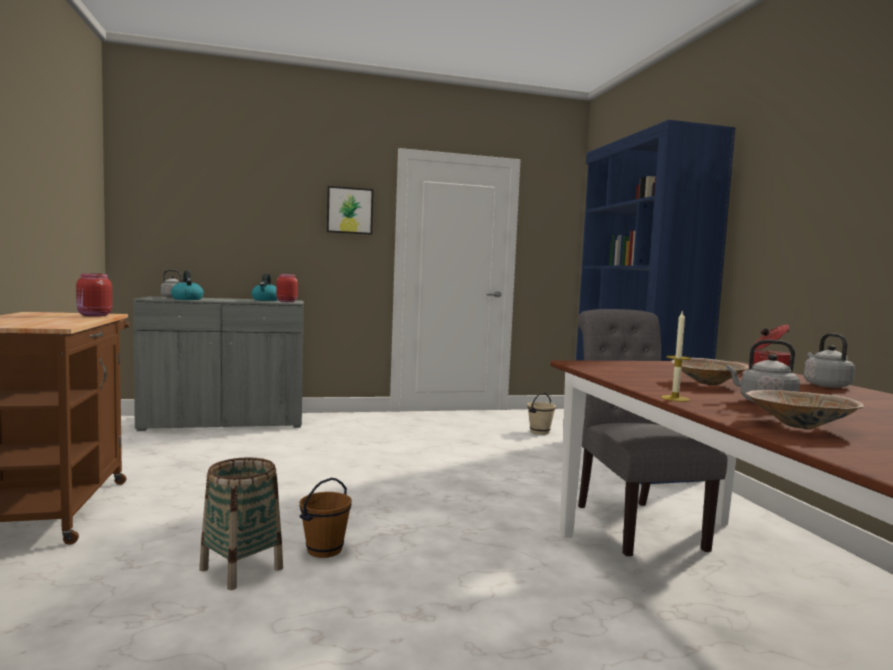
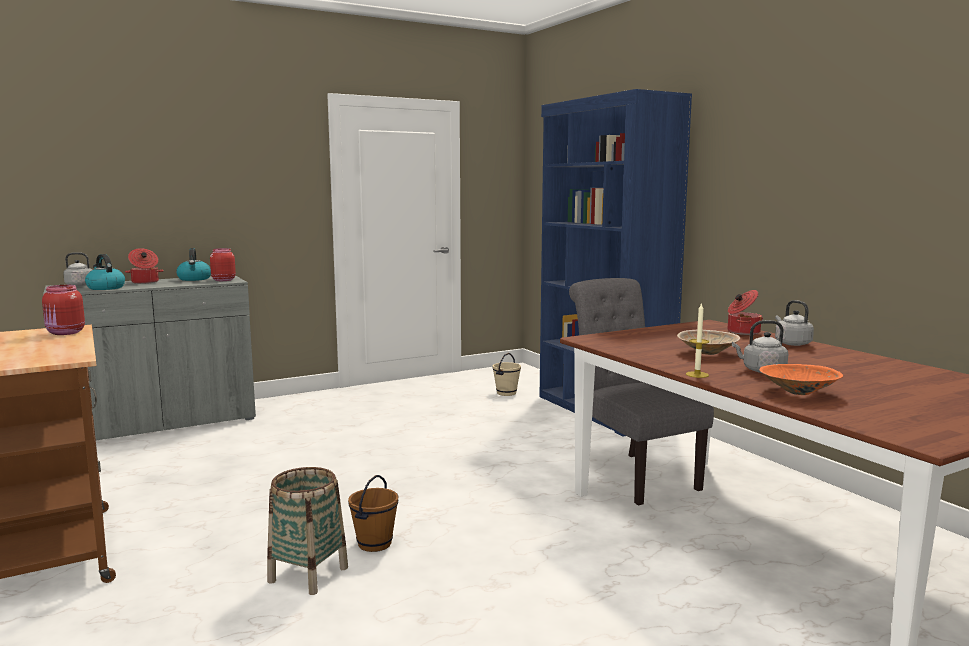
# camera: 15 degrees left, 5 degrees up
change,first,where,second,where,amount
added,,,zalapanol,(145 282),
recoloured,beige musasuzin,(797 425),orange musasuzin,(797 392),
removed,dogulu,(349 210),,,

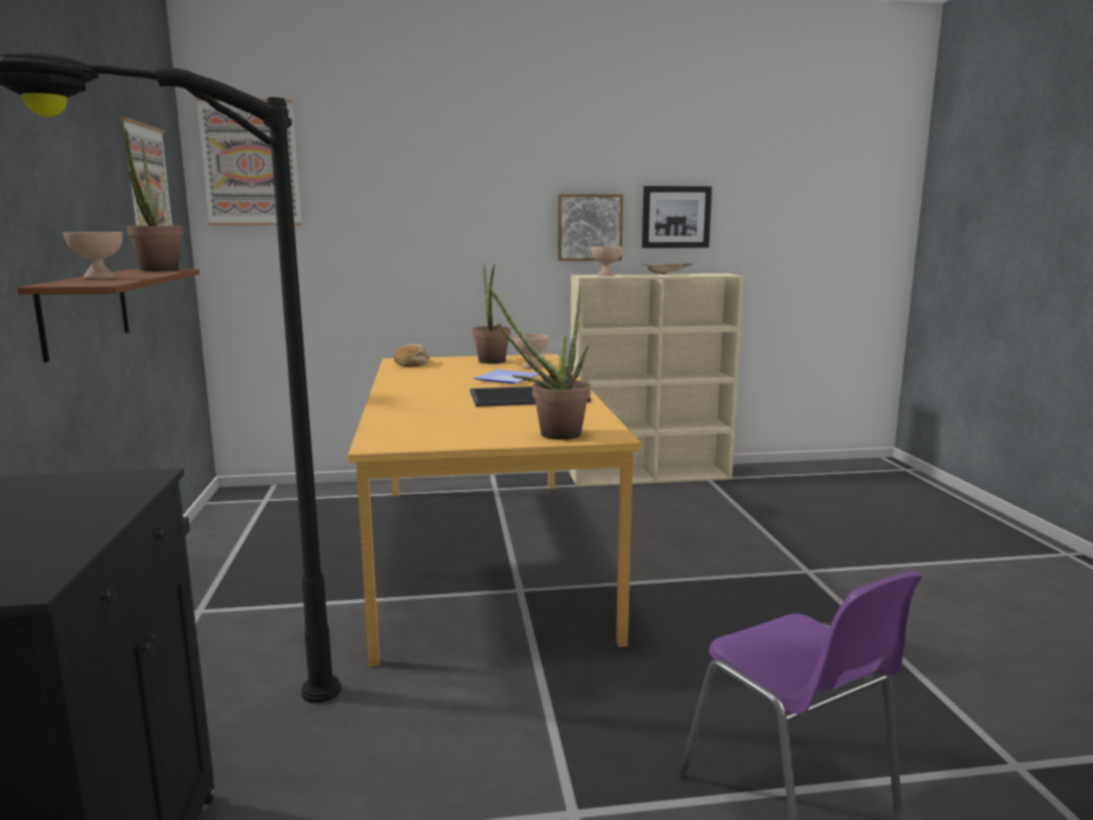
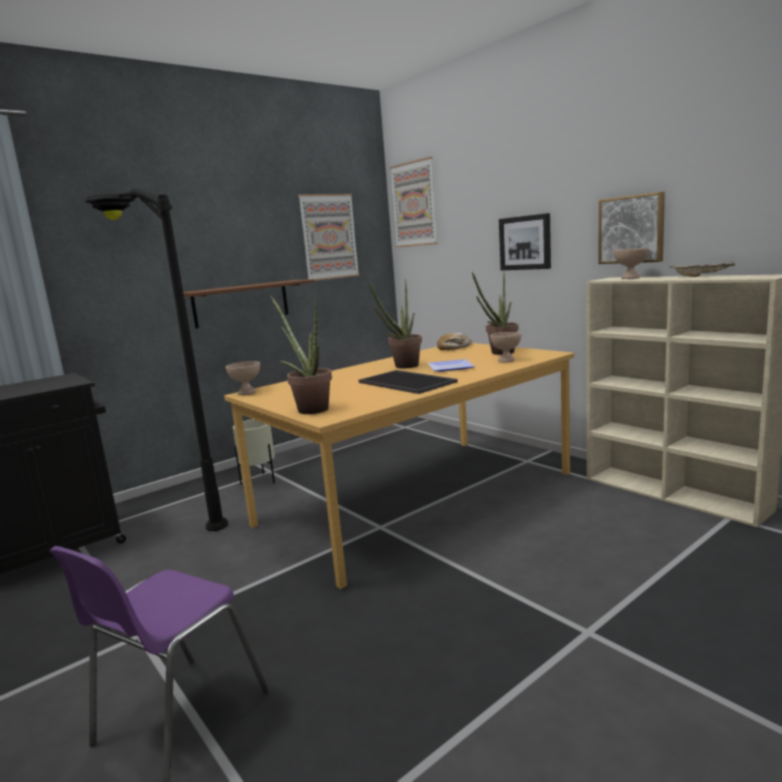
# camera: 60 degrees right, 0 degrees up
change,first,where,second,where,amount
moved,beige musasuzin,(100 277),,(247 393),
added,,,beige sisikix,(259 481),
moved,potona,(157 270),,(402 367),
moved,dogulu,(675 217),,(525 243),

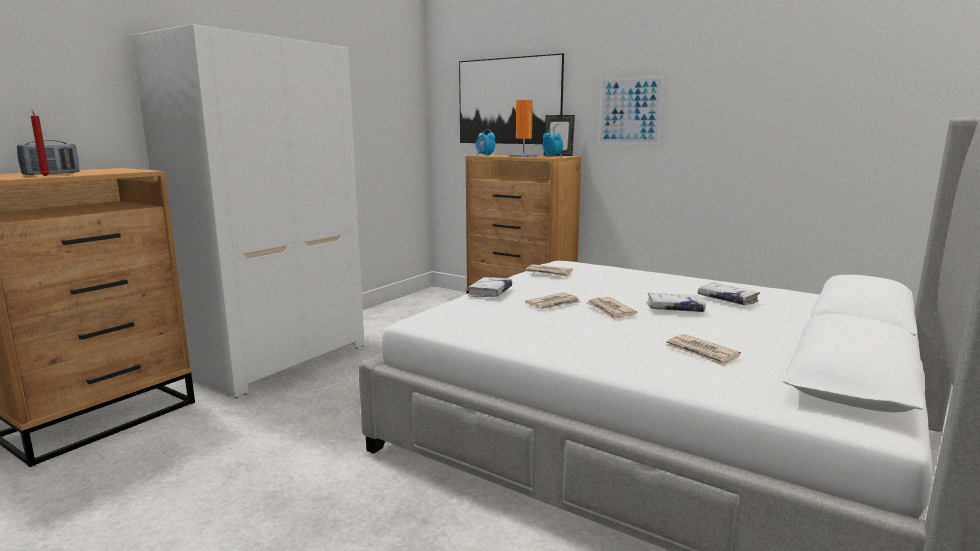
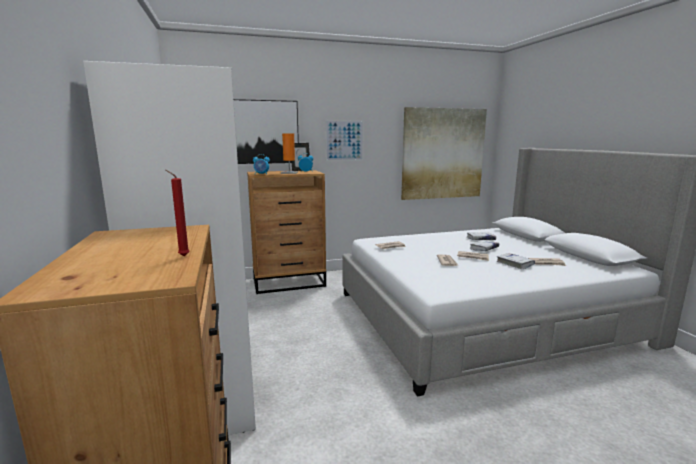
# camera: 50 degrees left, 0 degrees up
change,first,where,second,where,amount
added,,,dogulu,(442 154),
moved,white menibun,(490 292),,(515 264),
removed,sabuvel,(51 174),,,

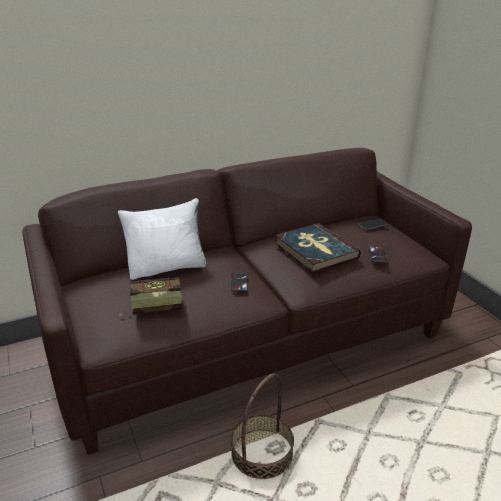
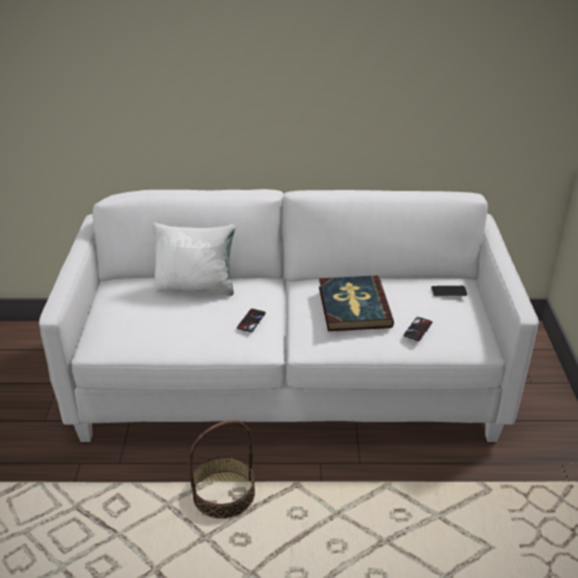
# camera: 25 degrees right, 5 degrees up
change,first,where,second,where,amount
recoloured,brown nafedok,(250 338),white nafedok,(290 380),
removed,menibun,(151 307),,,

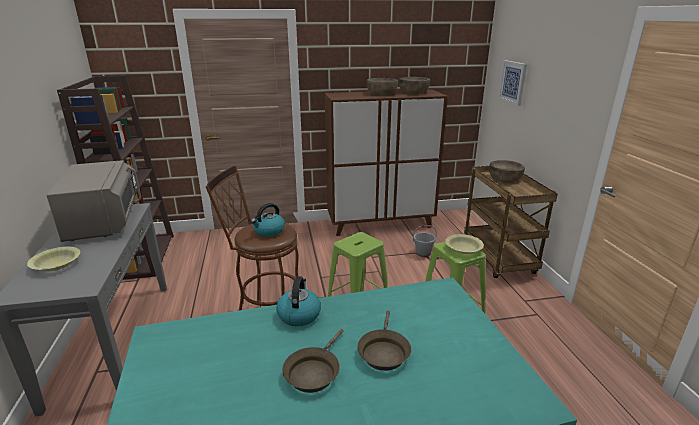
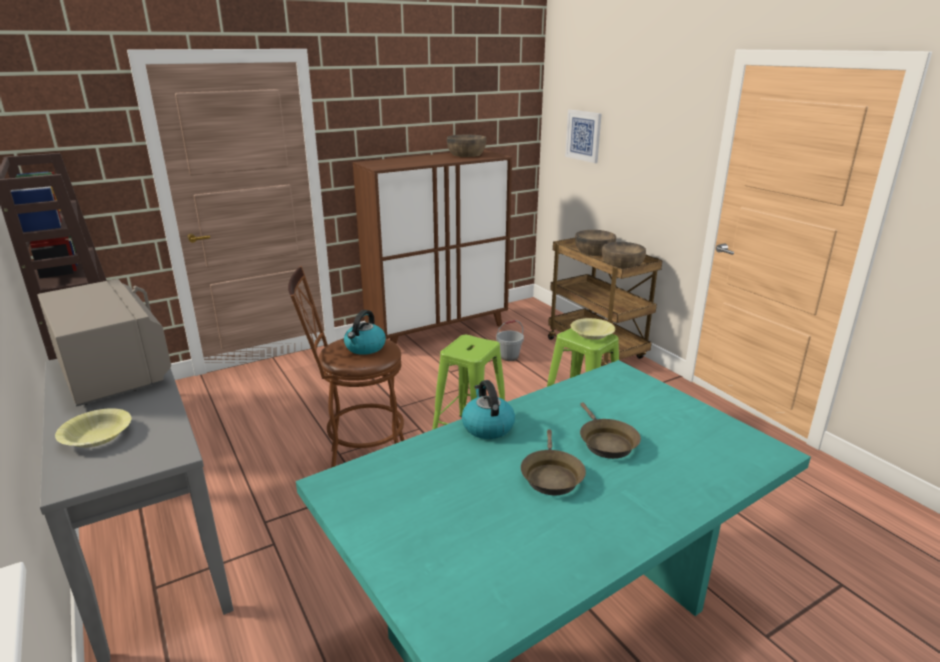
# camera: 20 degrees left, 0 degrees up
change,first,where,second,where,amount
moved,brown musasuzin,(381 93),,(622 265),

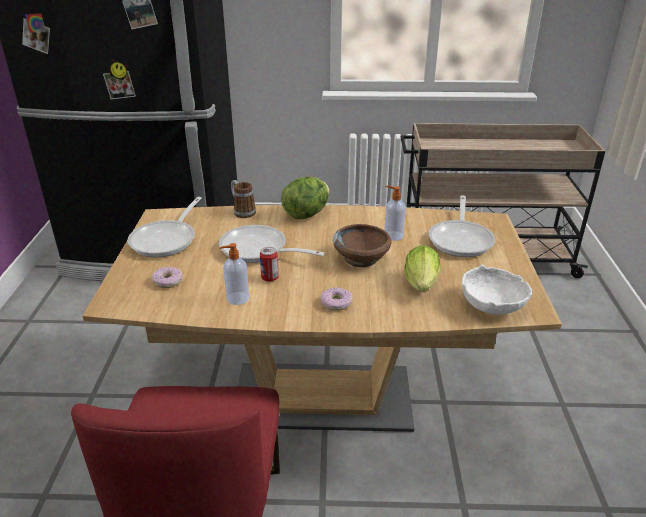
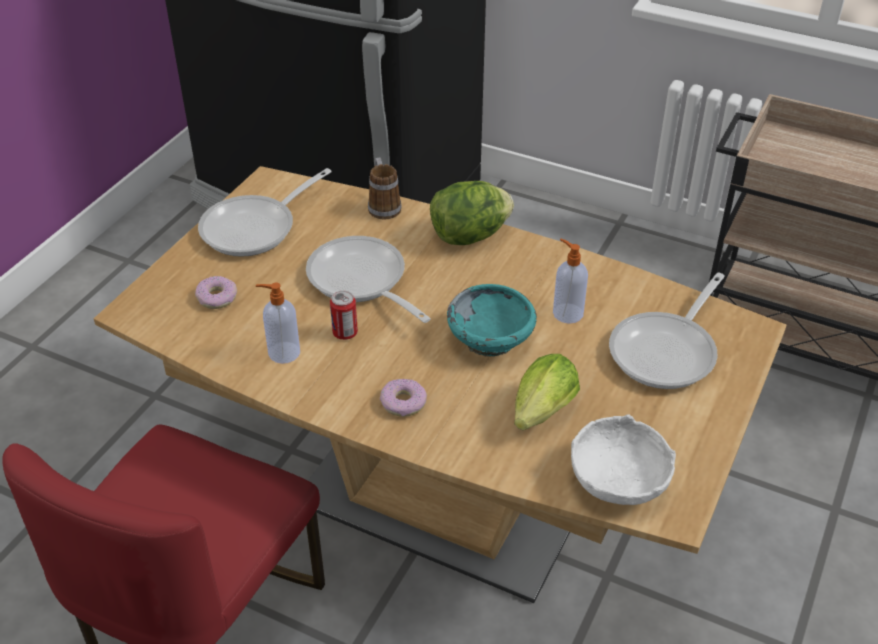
# camera: 25 degrees right, 10 degrees up
change,first,where,second,where,amount
recoloured,brown musasuzin,(361 259),turquoise musasuzin,(490 340),

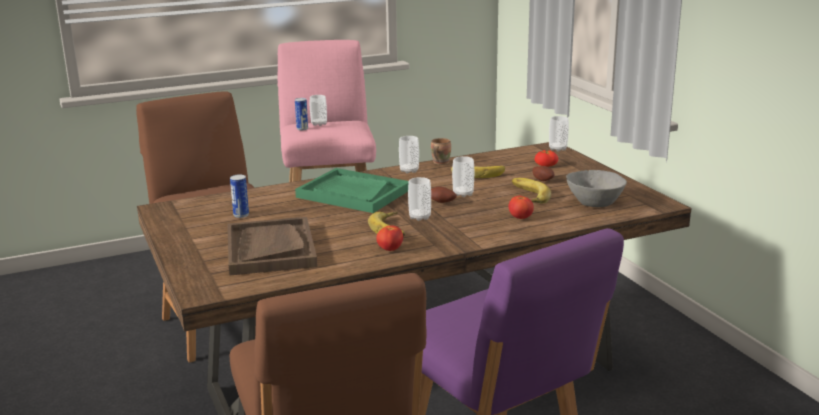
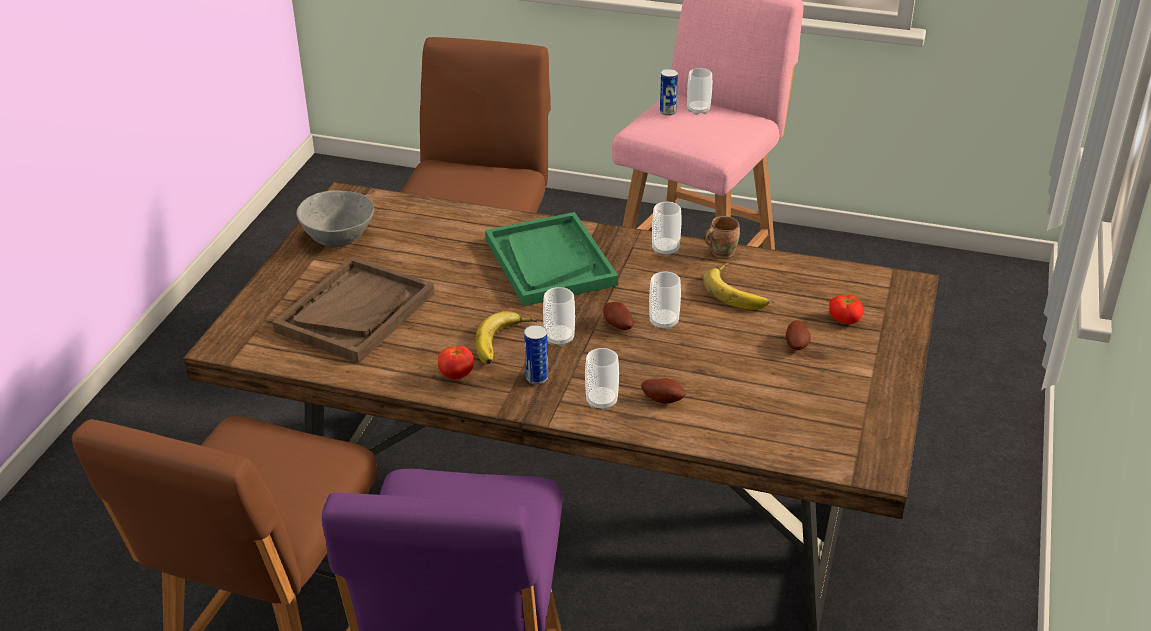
# camera: 40 degrees right, 15 degrees up
change,first,where,second,where,amount
moved,grey musasuzin,(595 203),,(339 238),
moved,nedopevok,(241 215),,(537 378),
moved,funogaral,(558 149),,(601 401),
replaced,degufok,(520 218),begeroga,(663 399),
removed,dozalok,(526 195),,,

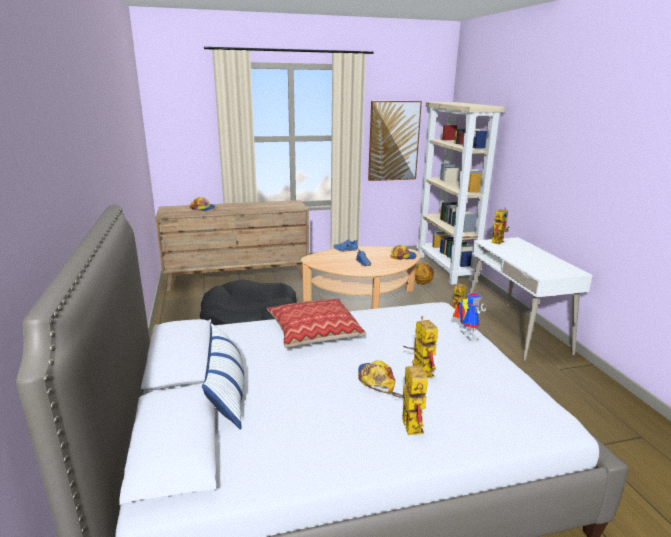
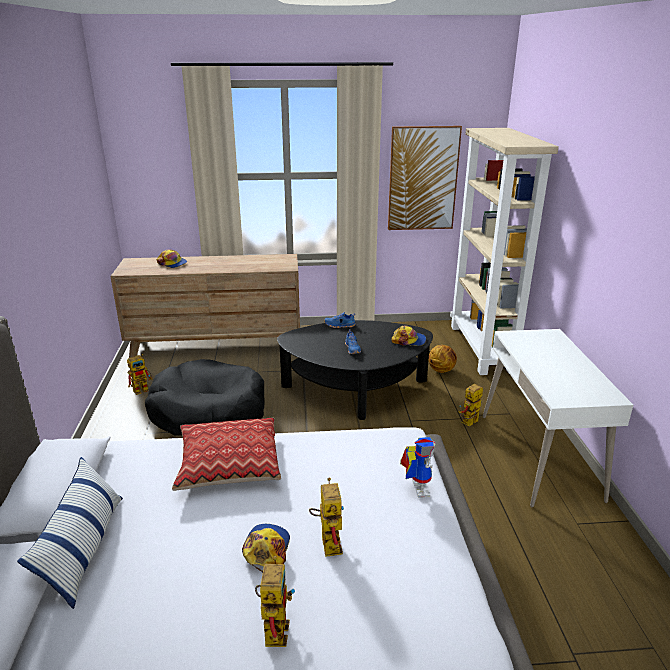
# camera: 10 degrees right, 5 degrees up
change,first,where,second,where,amount
moved,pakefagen,(497 241),,(143 389),
recoloured,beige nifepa,(362 299),black nifepa,(355 389),

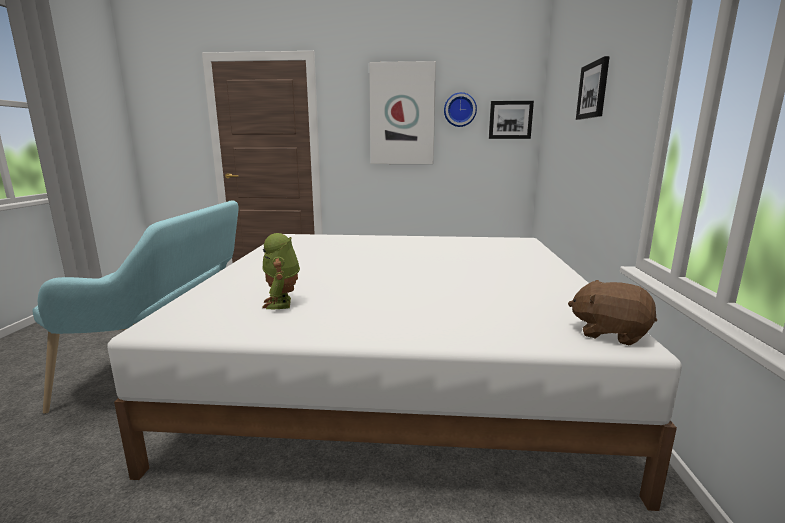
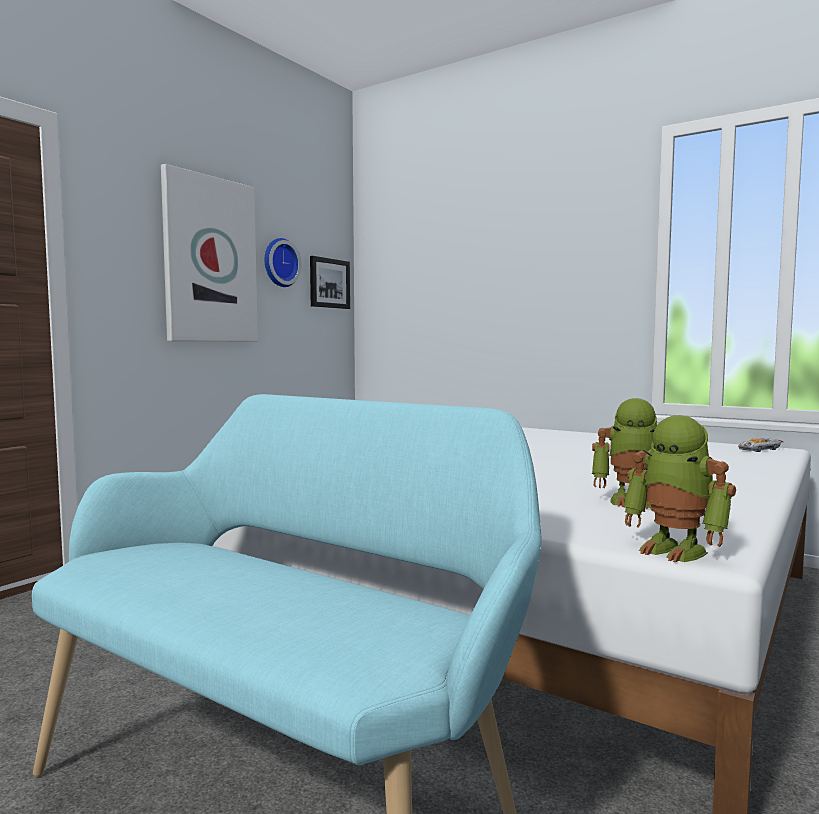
# camera: 60 degrees left, 10 degrees down
change,first,where,second,where,amount
added,,,pakefagen,(675 550),
replaced,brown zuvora,(609 333),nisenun,(758 449),
removed,dogulu,(593 90),,,

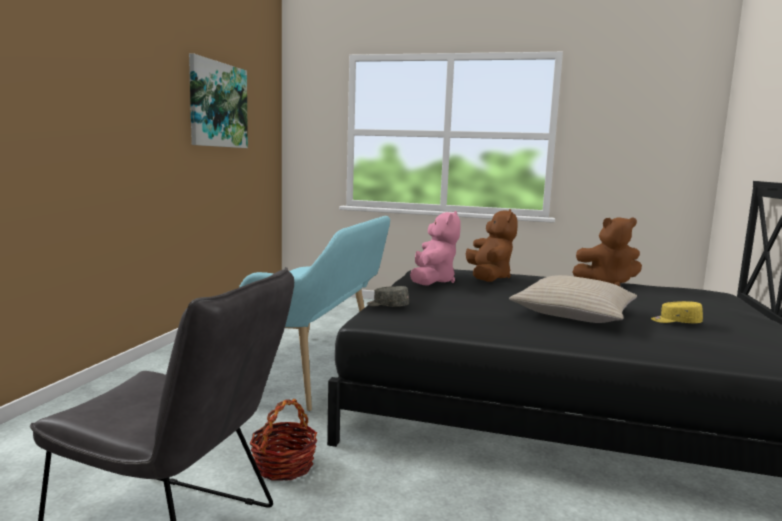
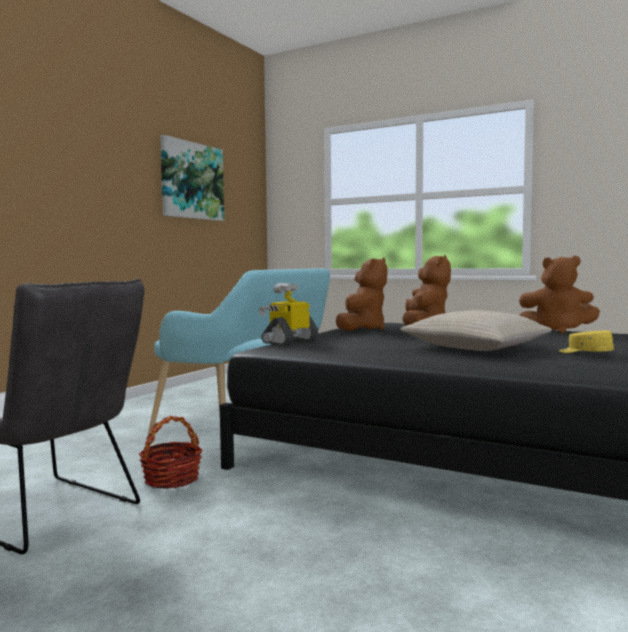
# camera: 15 degrees right, 5 degrees down
change,first,where,second,where,amount
replaced,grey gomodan,(387 306),pakefagen,(289 341),
recoloured,pink zuvora,(432 281),brown zuvora,(362 329),

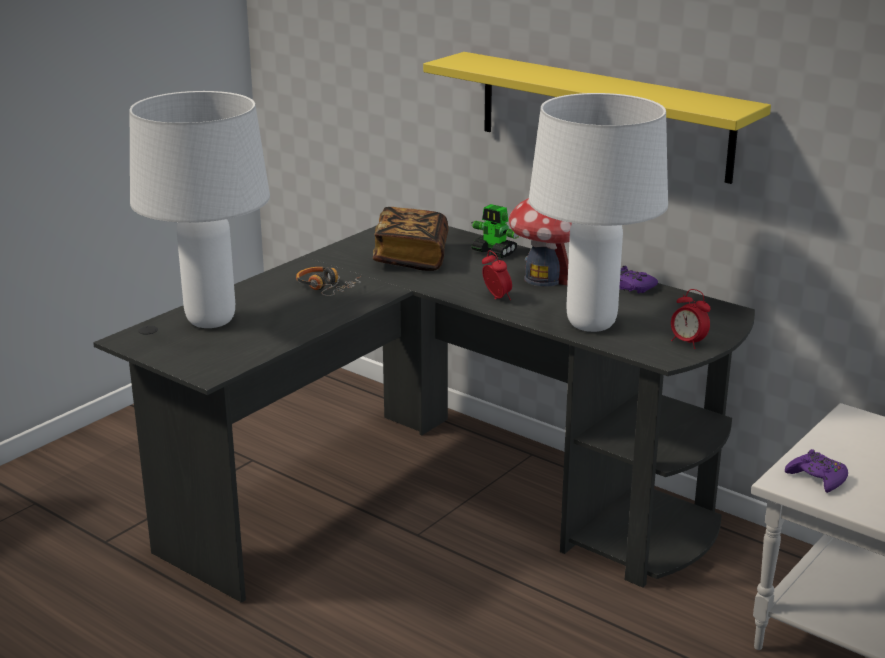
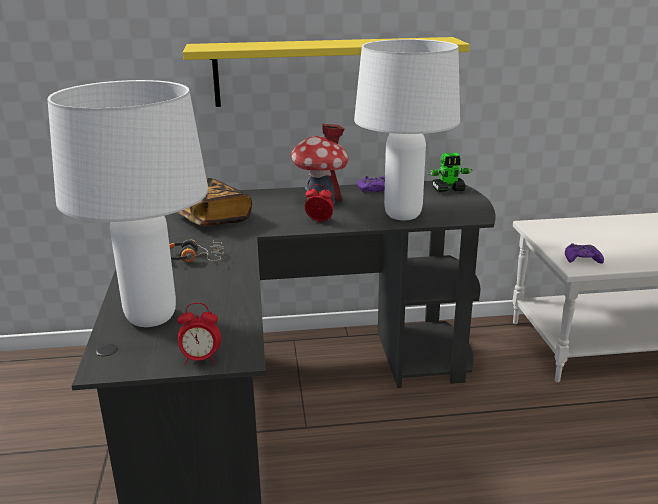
# camera: 45 degrees left, 0 degrees up
change,first,where,second,where,amount
moved,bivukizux,(687 343),,(200 360),
moved,pakefagen,(494 252),,(448 189),

